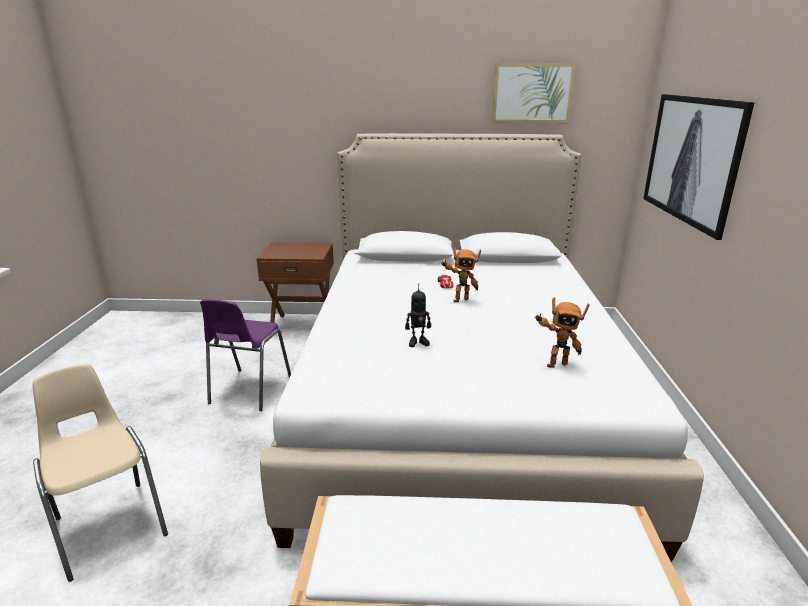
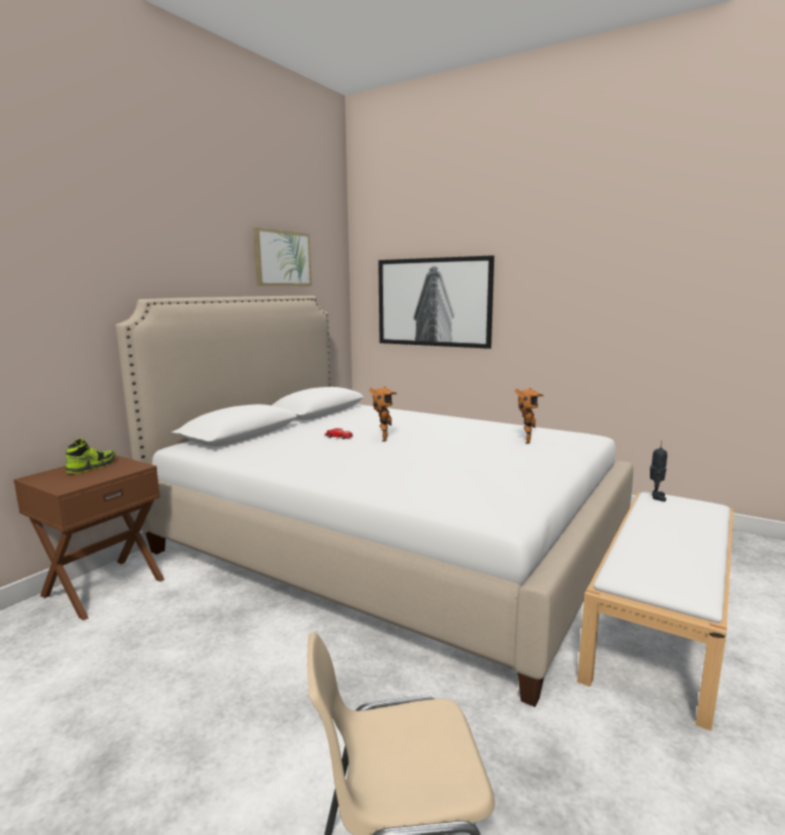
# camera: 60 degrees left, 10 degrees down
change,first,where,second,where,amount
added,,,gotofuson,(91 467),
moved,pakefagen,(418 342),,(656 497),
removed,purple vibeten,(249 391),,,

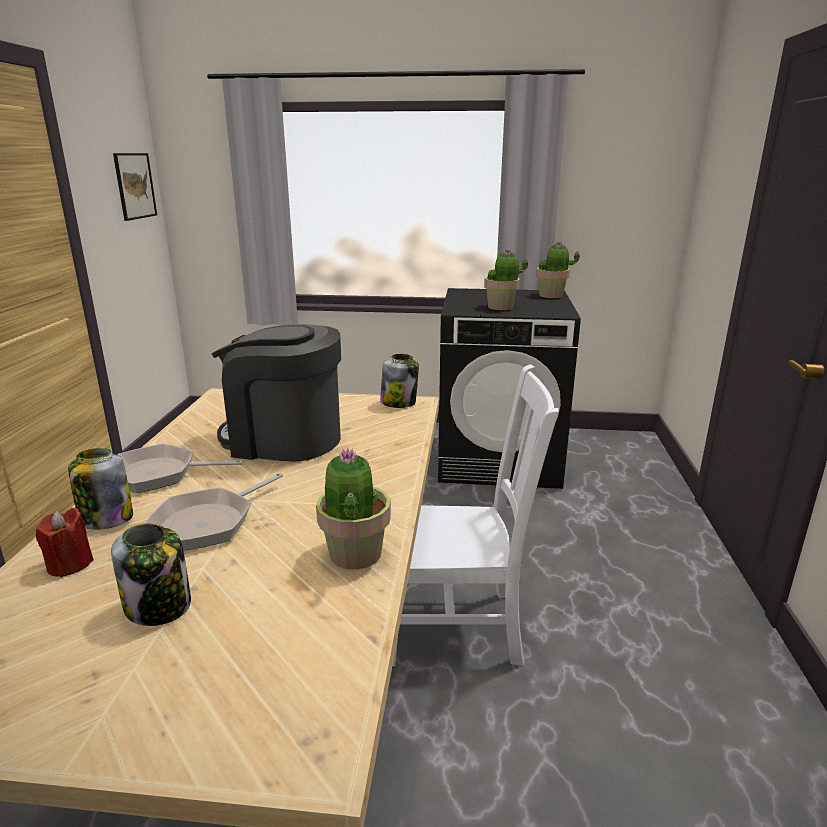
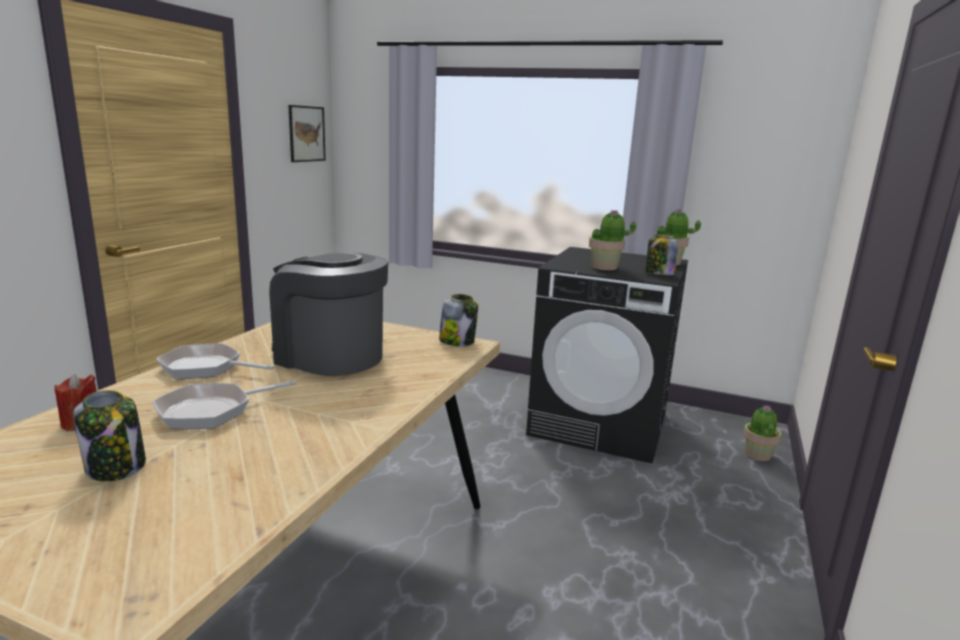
# camera: 15 degrees right, 5 degrees down
change,first,where,second,where,amount
moved,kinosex,(106 519),,(658 274),
moved,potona,(354 554),,(757 455),
removed,white vibeten,(458 627),,,

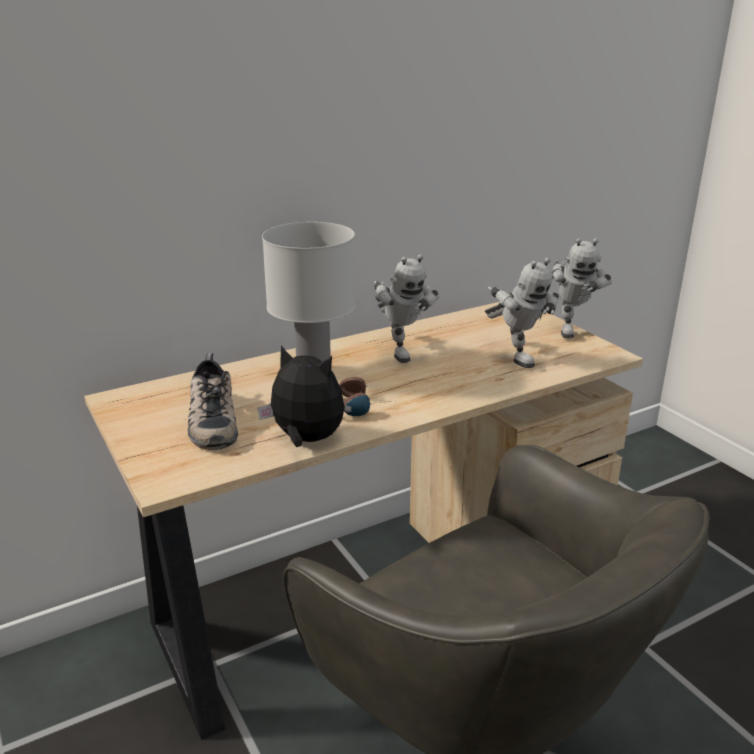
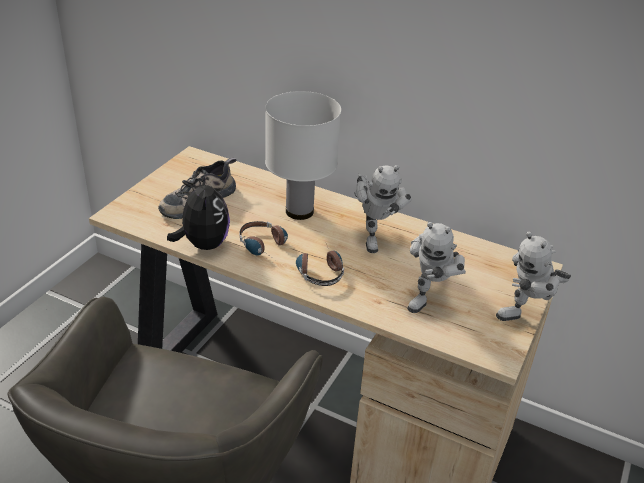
# camera: 55 degrees right, 10 degrees up
change,first,where,second,where,amount
added,,,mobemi,(319 270),
turned,pakefagen,(401 351),,(374 237),45 degrees counterclockwise

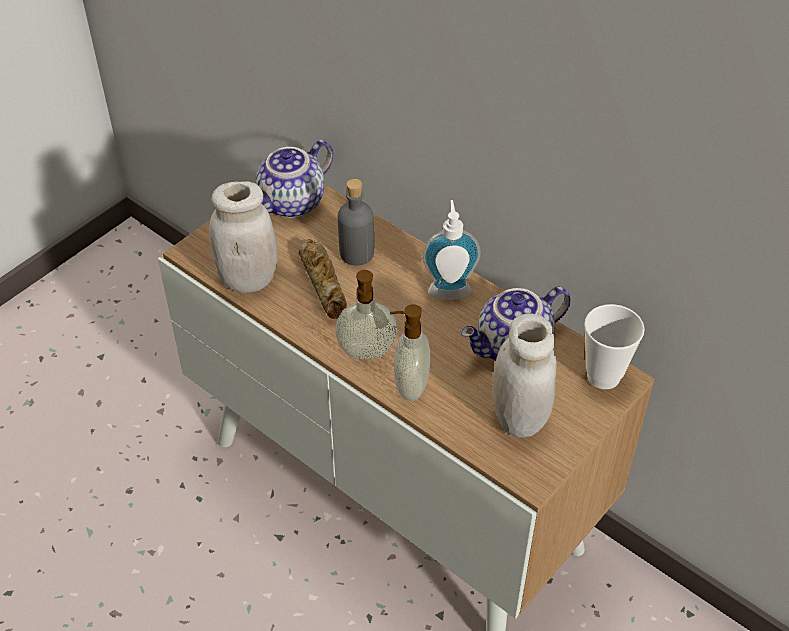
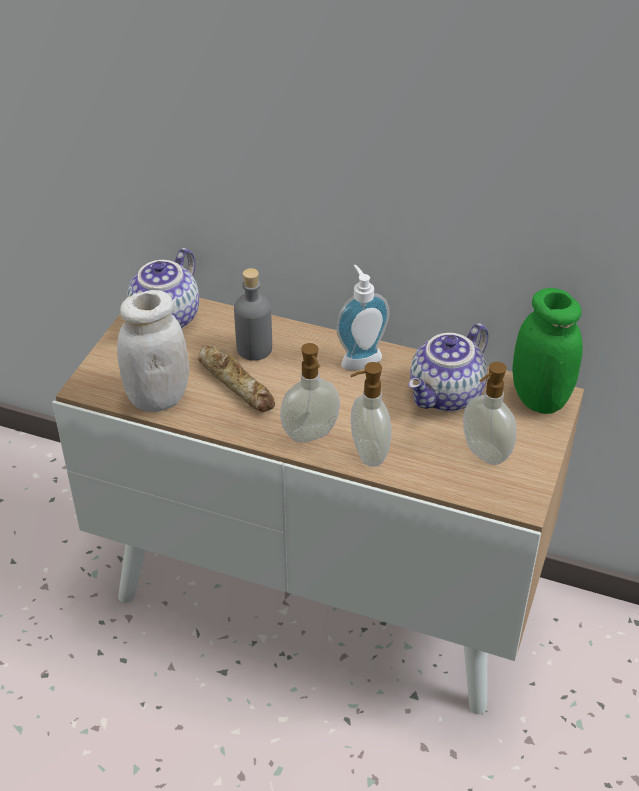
# camera: 20 degrees left, 5 degrees down
change,first,where,second,where,amount
replaced,white kinosex,(519 417),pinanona,(484 453),
replaced,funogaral,(603 376),green kinosex,(539 398),

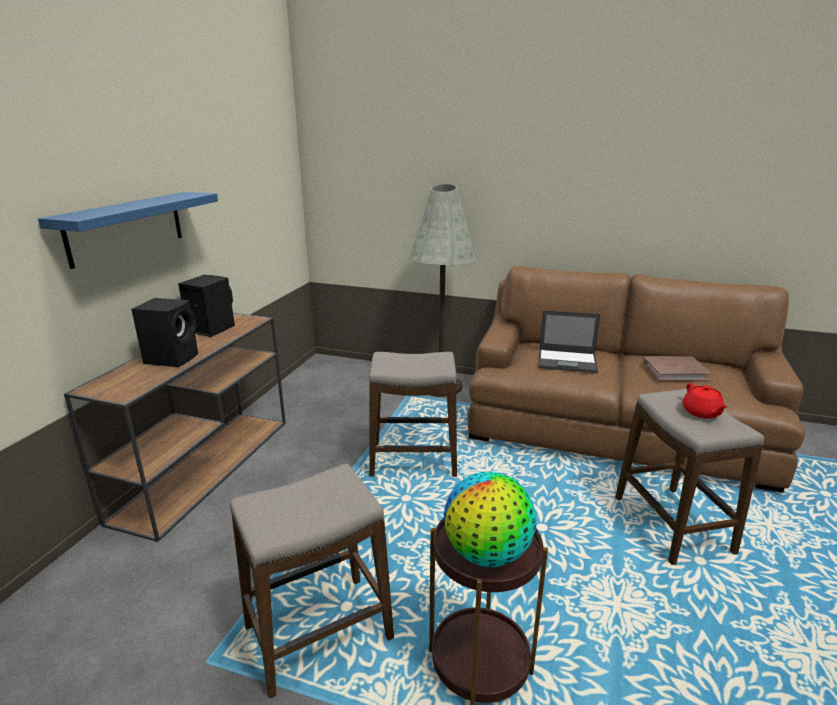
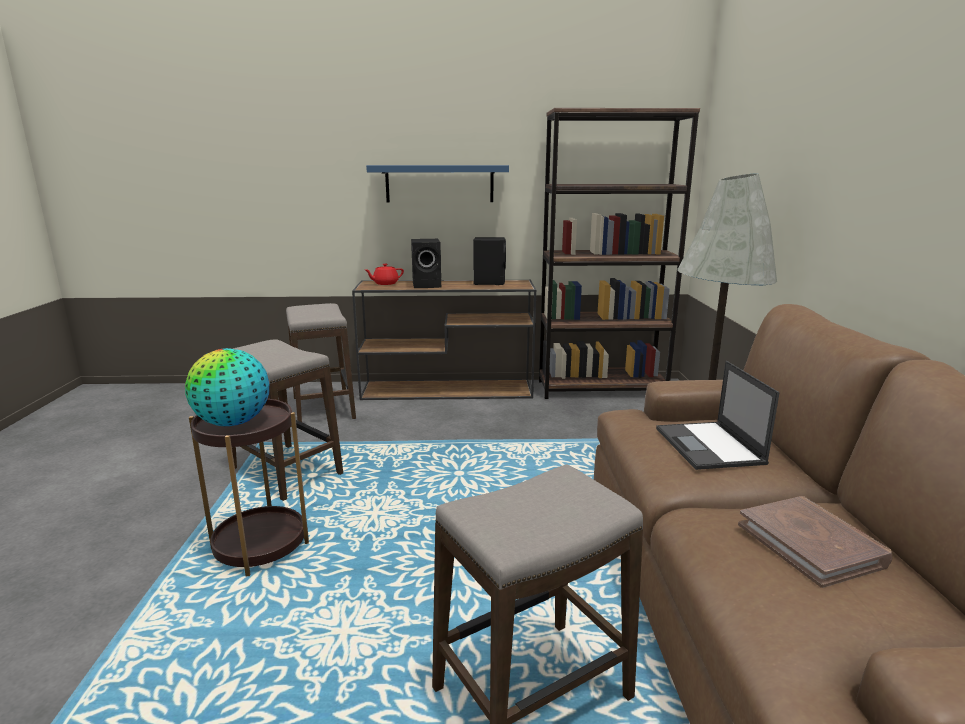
# camera: 70 degrees right, 5 degrees down
change,first,where,second,where,amount
moved,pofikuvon,(413 459),,(324 408),
moved,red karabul,(701 413),,(385 283),
added,,,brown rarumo,(601 389),

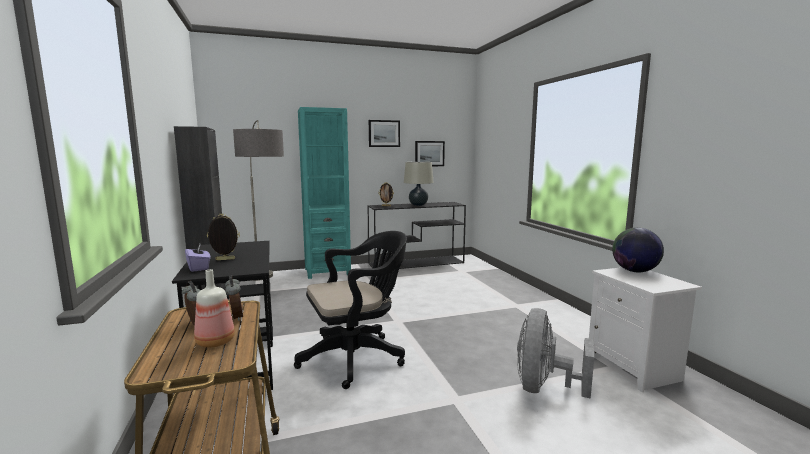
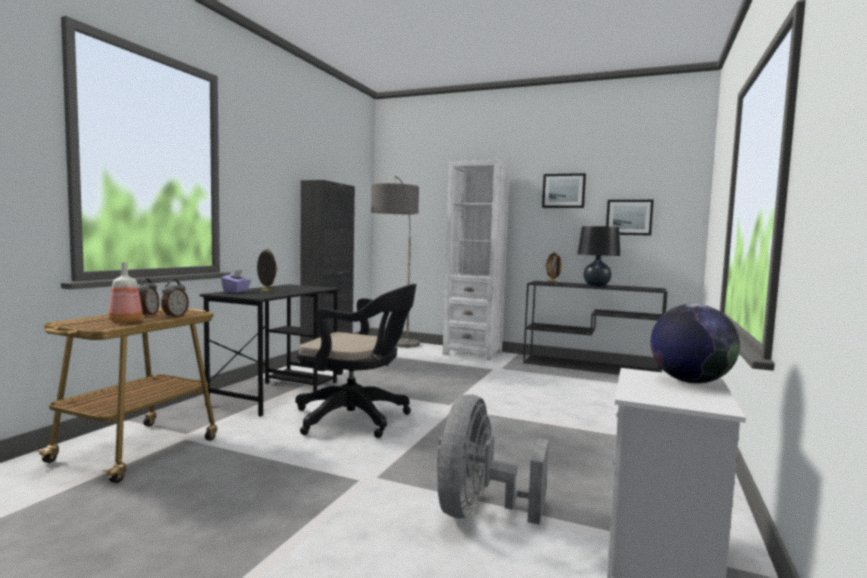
# camera: 40 degrees right, 5 degrees down
change,first,where,second,where,amount
turned,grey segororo,(544 387),,(479 511),45 degrees counterclockwise
recoloured,turquoise rarumo,(327 271),white rarumo,(472 353),
recoloured,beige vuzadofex,(418 205),black vuzadofex,(596 285),

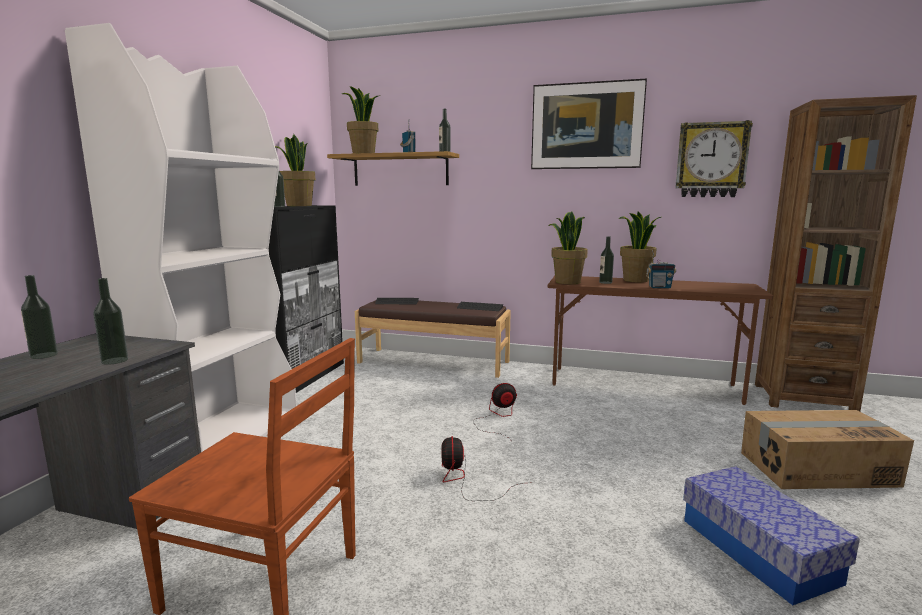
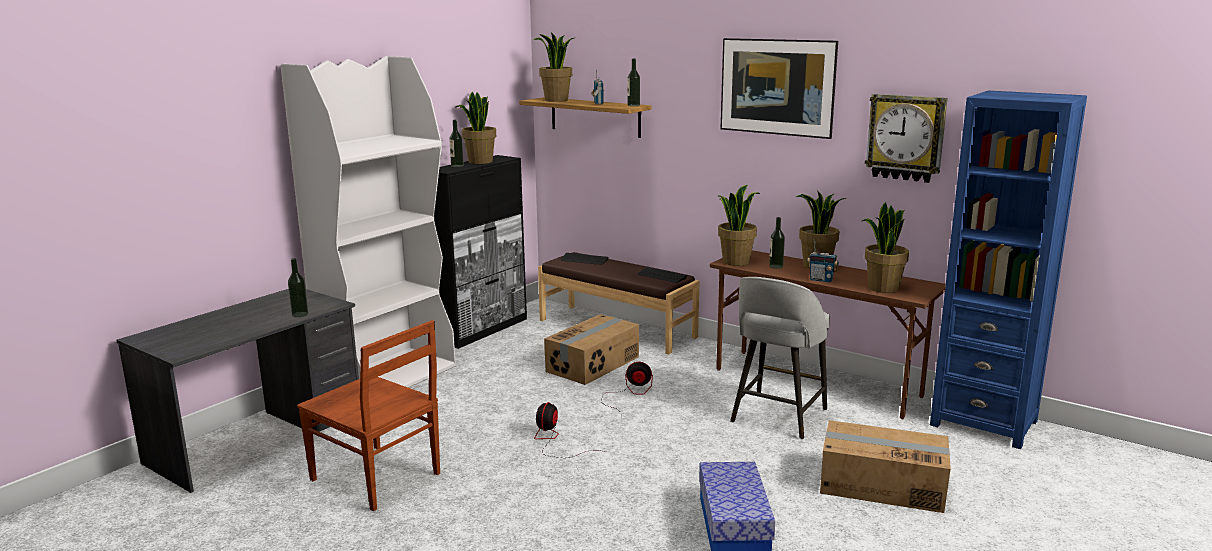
# camera: 20 degrees right, 5 degrees up
change,first,where,second,where,amount
added,,,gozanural,(593 364),
added,,,grey pofikuvon,(777 416),
added,,,potona,(882 288),
recoloured,brown rarumo,(803 399),blue rarumo,(983 423),
removed,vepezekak,(44 355),,,

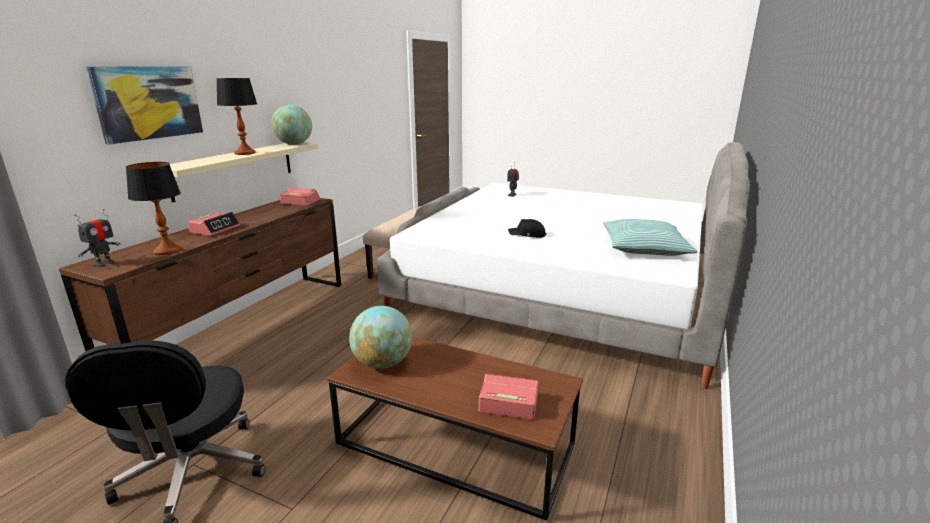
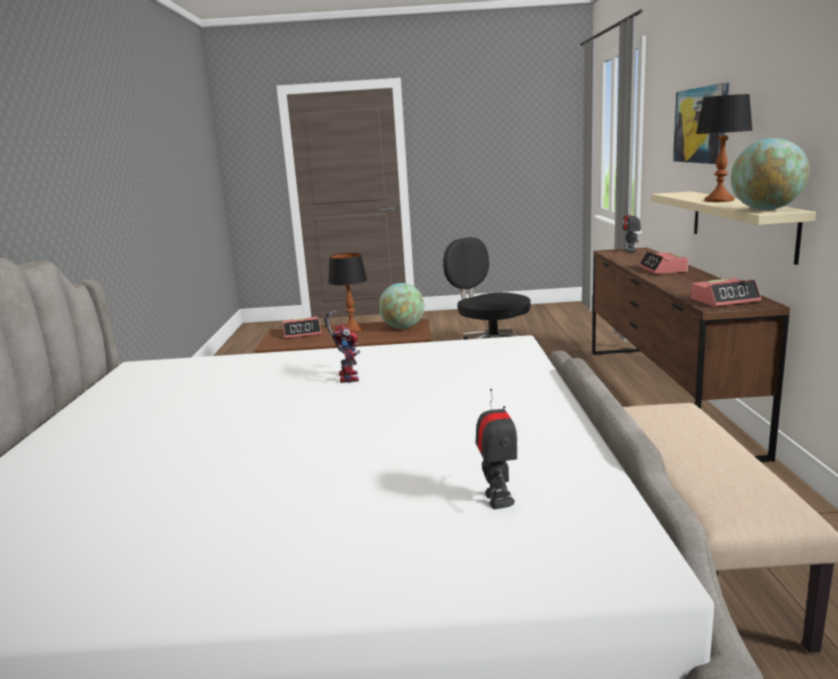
# camera: 155 degrees right, 5 degrees down
change,first,where,second,where,amount
replaced,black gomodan,(527 234),pakefagen,(346 377),
moved,vuzadofex,(168 250),,(352 330),
removed,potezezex,(644 248),,,

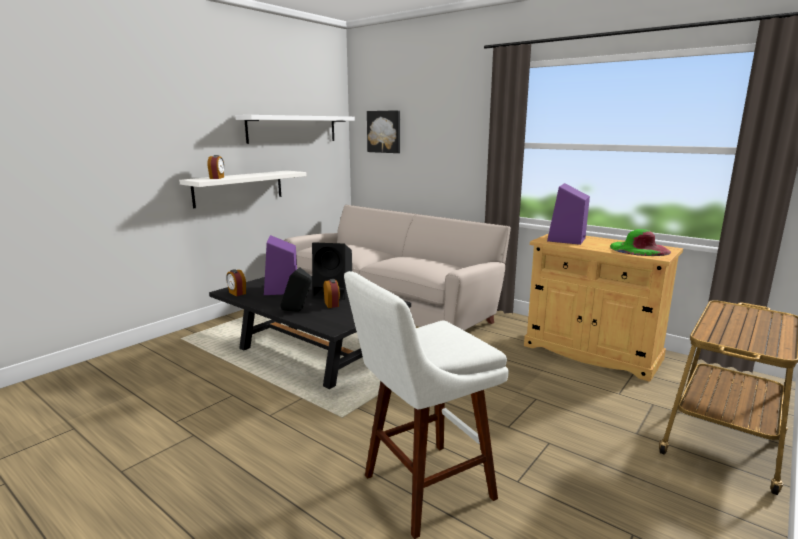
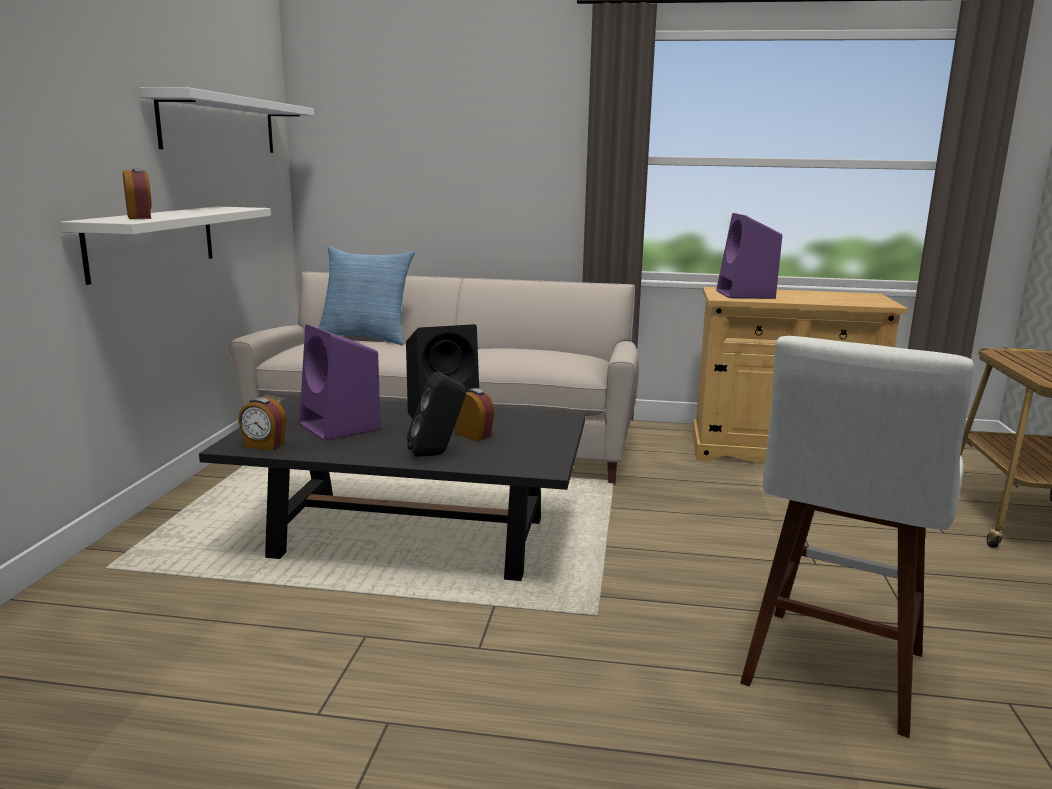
# camera: 30 degrees left, 0 degrees up
change,first,where,second,where,amount
added,,,potezezex,(366 338),
removed,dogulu,(384 131),,,
removed,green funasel,(639 249),,,

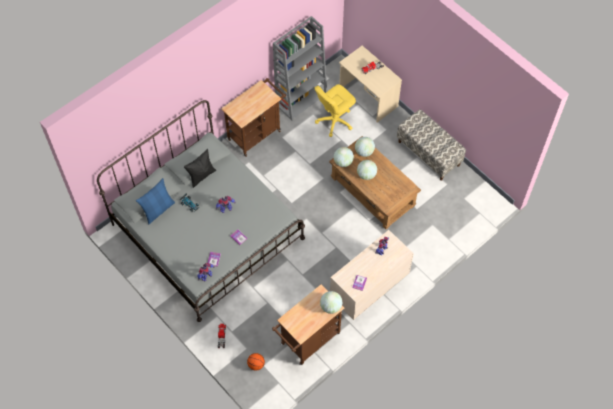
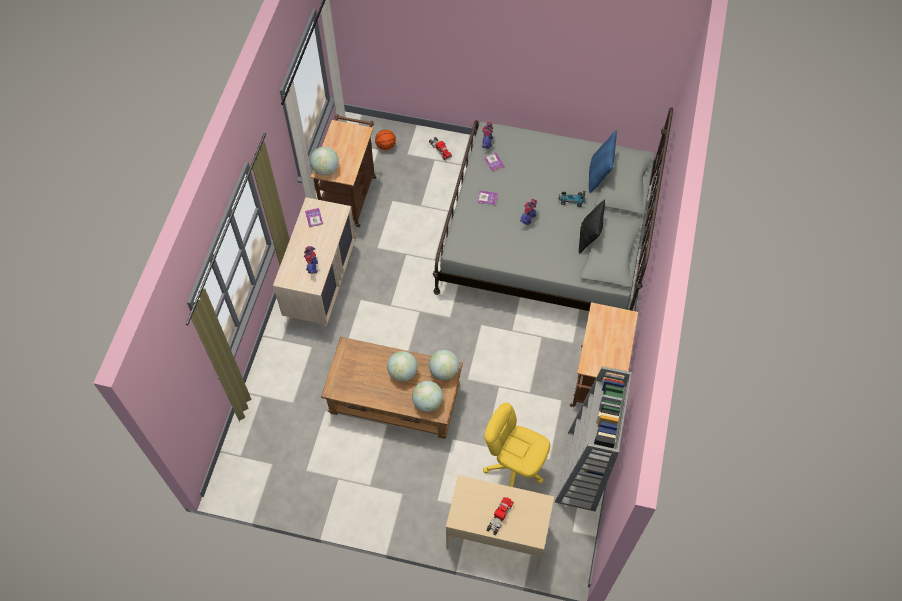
# camera: 145 degrees right, 0 degrees up
change,first,where,second,where,amount
turned,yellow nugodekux,(334 121),,(514 467),75 degrees counterclockwise
removed,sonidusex,(429 153),,,

